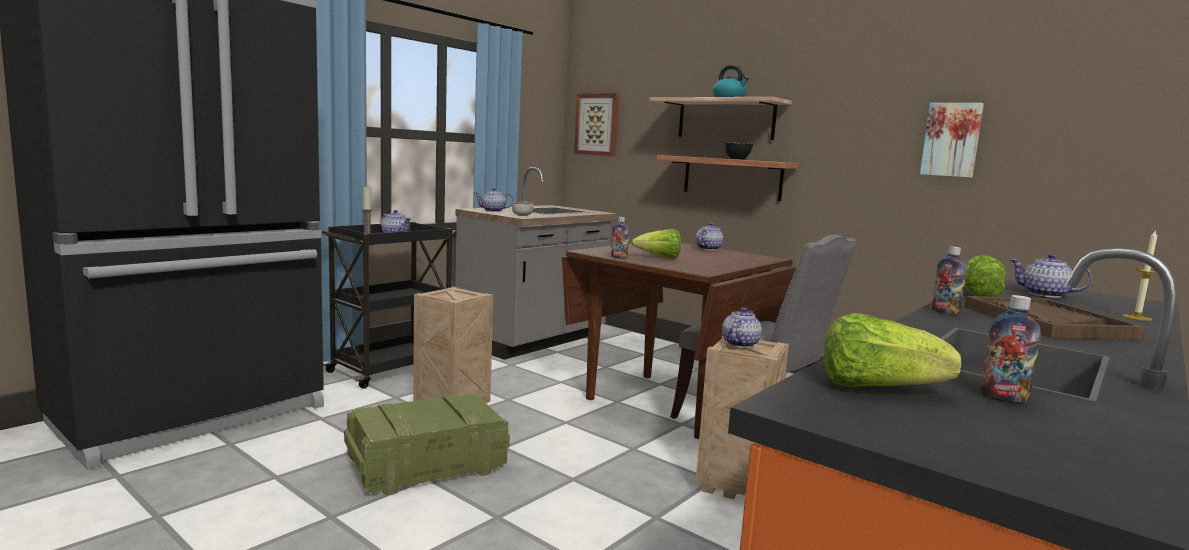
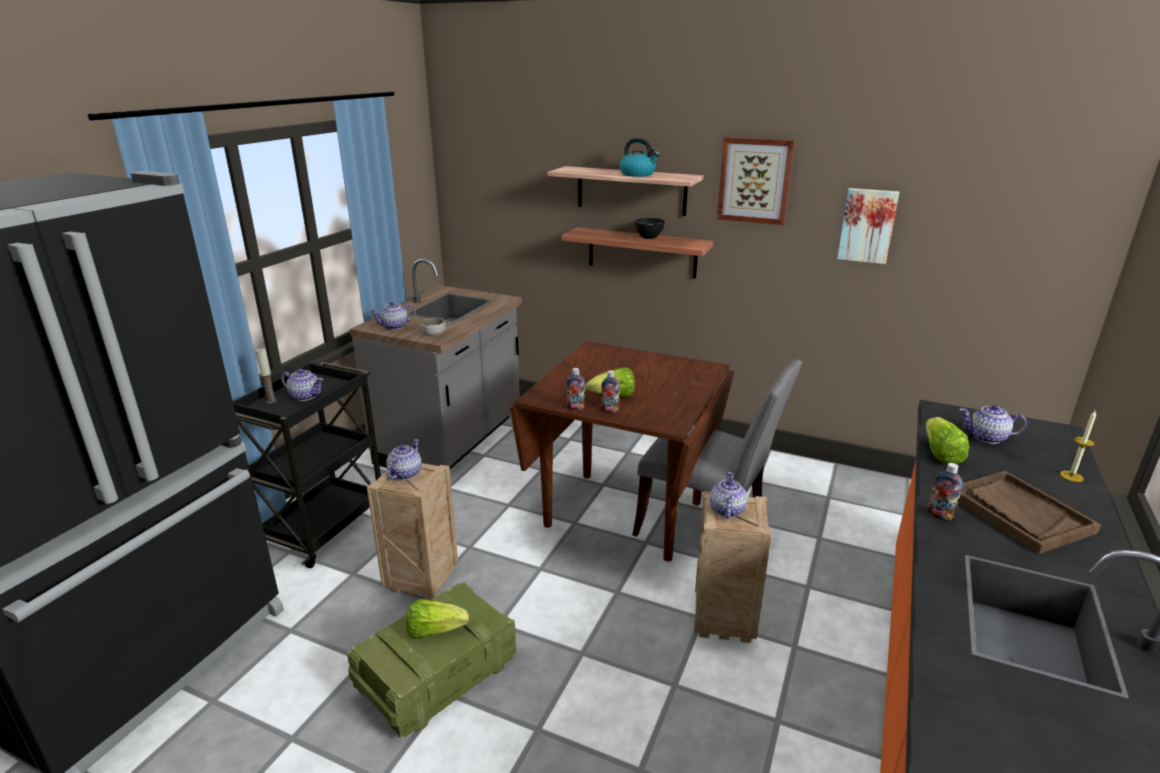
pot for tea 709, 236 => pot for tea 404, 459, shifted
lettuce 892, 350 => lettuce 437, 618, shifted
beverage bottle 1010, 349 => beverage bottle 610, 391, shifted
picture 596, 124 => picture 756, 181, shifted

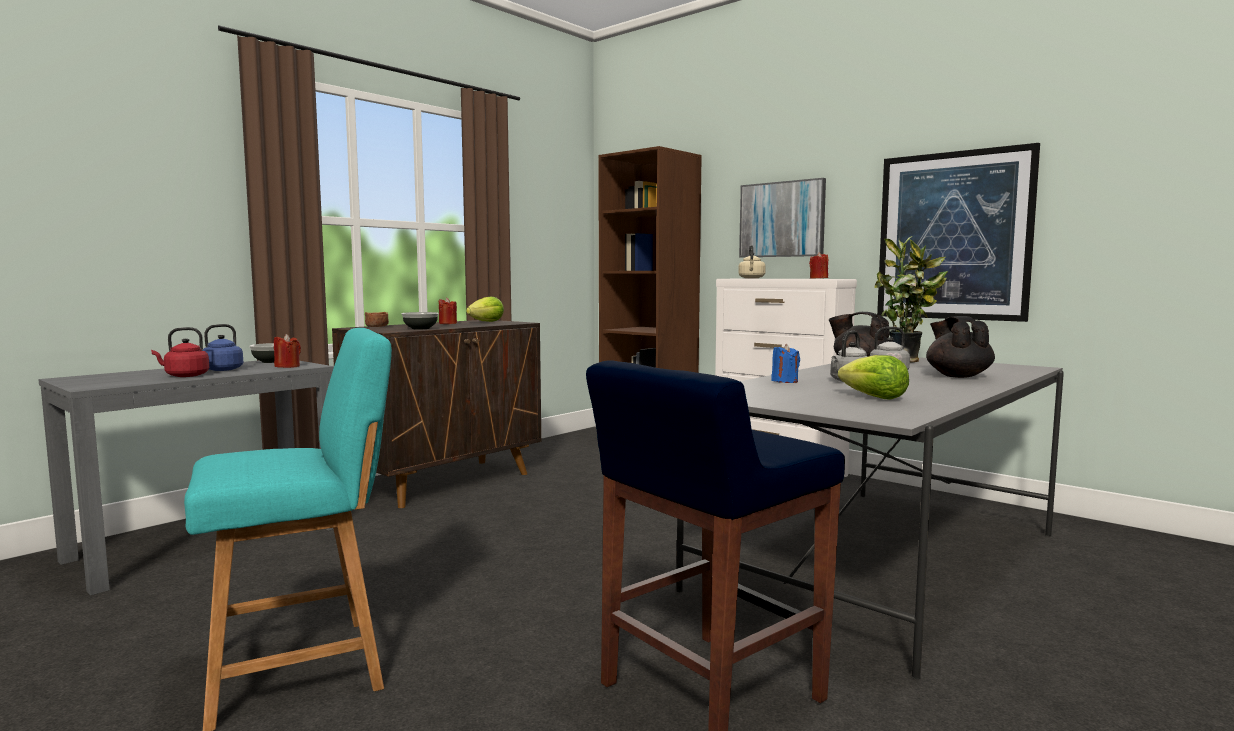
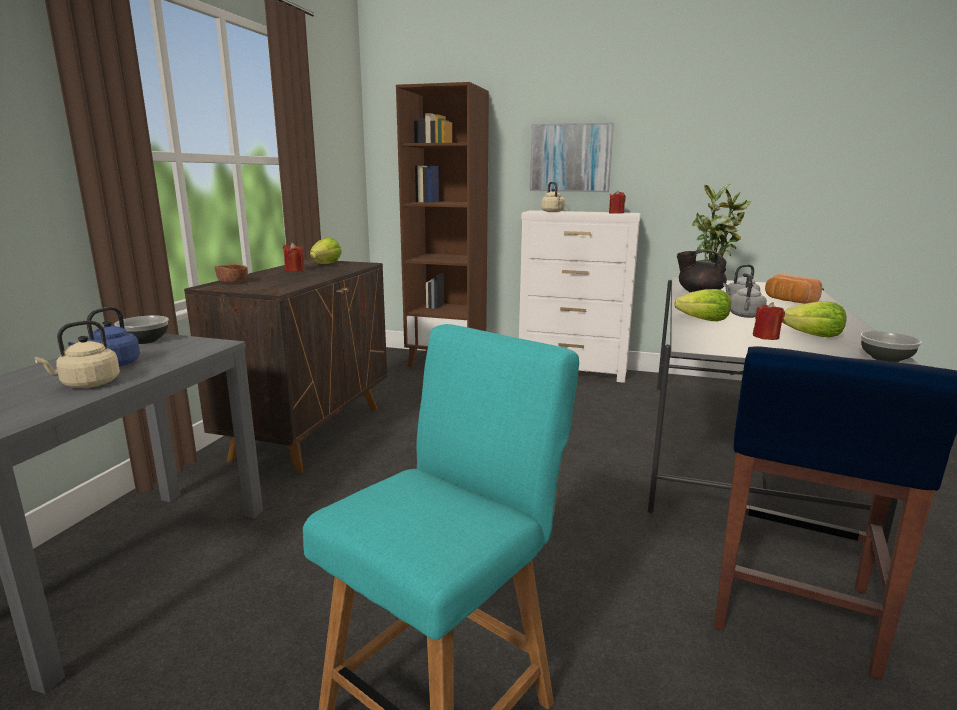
red water kettle 180, 352 => beige-coloured water kettle 77, 354
bluish wax light 785, 363 => lettuce 702, 305
red wax light 287, 351 => red wax light 769, 321, shifted
blackish pot for tea 960, 347 => bakery bread 793, 289
deep dish 420, 320 => deep dish 891, 346, shifted
picture 958, 232 => nothing

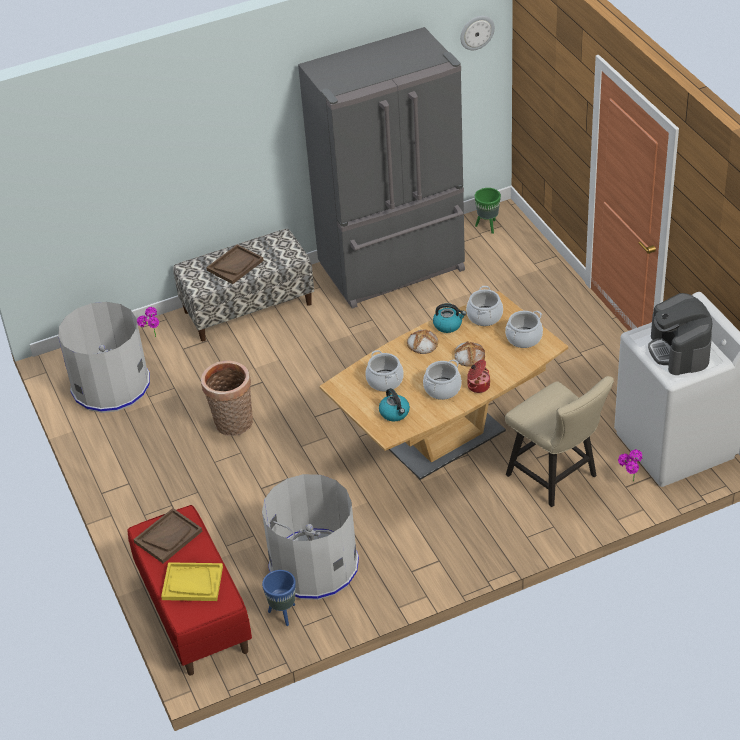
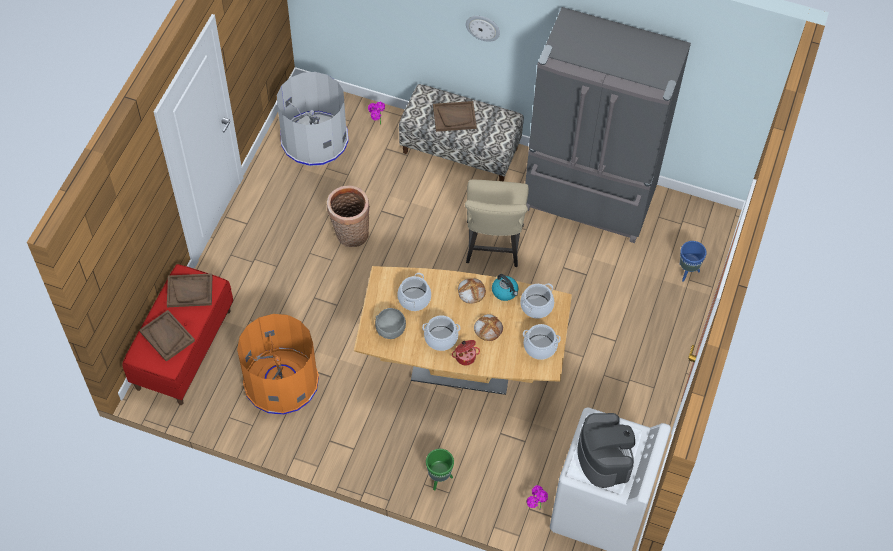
yellowish carrying tray 192, 581 => brown-coloured carrying tray 167, 336
grey trash can 310, 537 => orange-coloured trash can 278, 364
water kettle 394, 404 => grey deep dish 390, 323
green-coloured planter 488, 211 => green-coloured planter 440, 469, shifted
beige-coloured plain chair 559, 441 => beige-coloured plain chair 497, 223, shifted
wall clock 477, 33 => wall clock 483, 29, shifted
coffee maker 680, 334 => coffee maker 606, 450, 135 degrees clockwise
bluish planter 279, 598 => bluish planter 693, 261, shifted

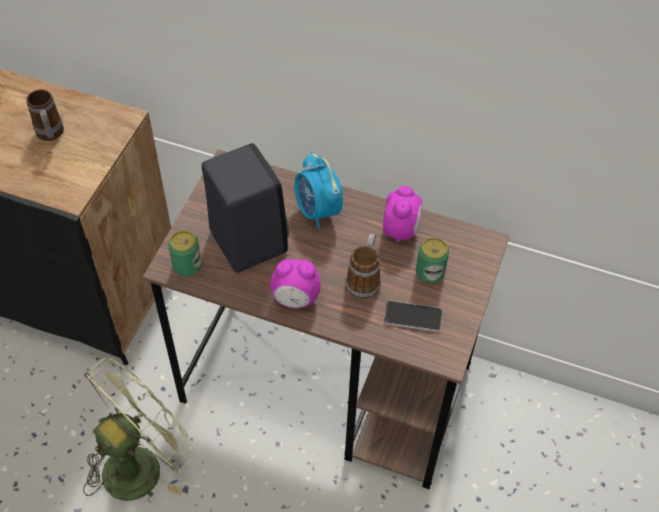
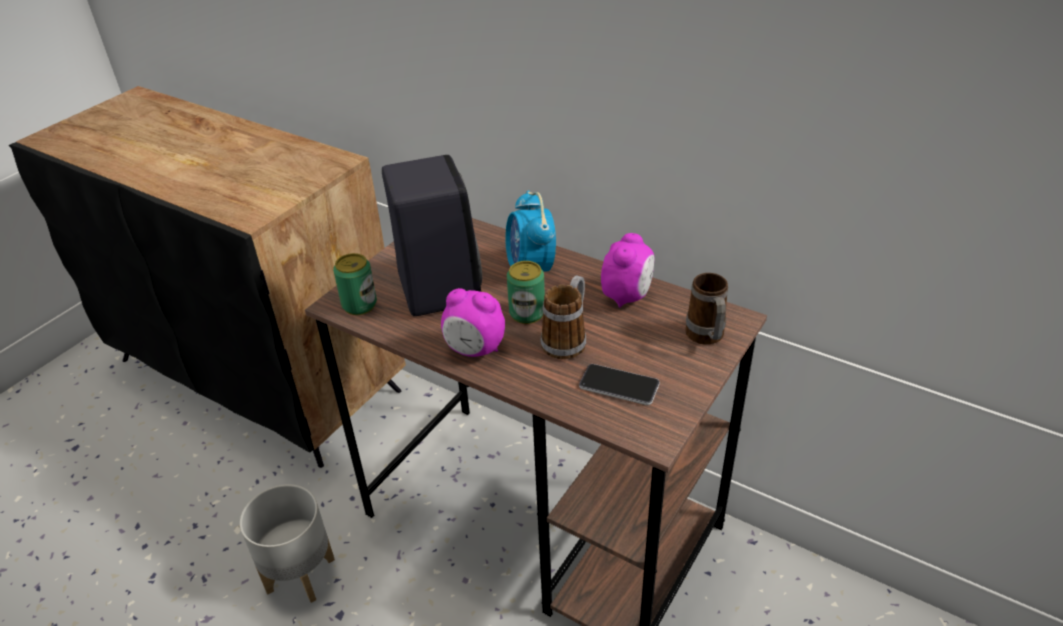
green-coloured fan 140, 429 => grey planter 287, 543
sealed can 432, 260 => sealed can 526, 292, shifted
coffee mug 45, 115 => coffee mug 706, 309, shifted

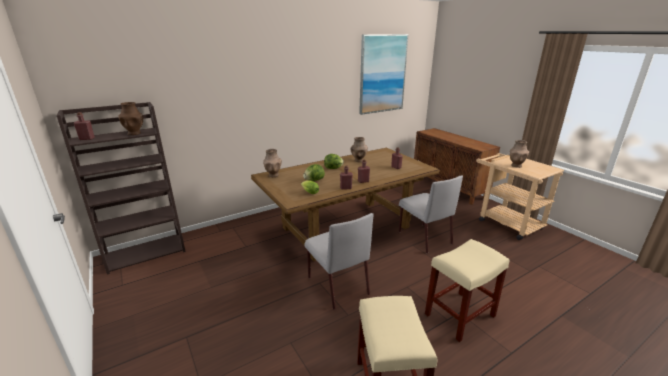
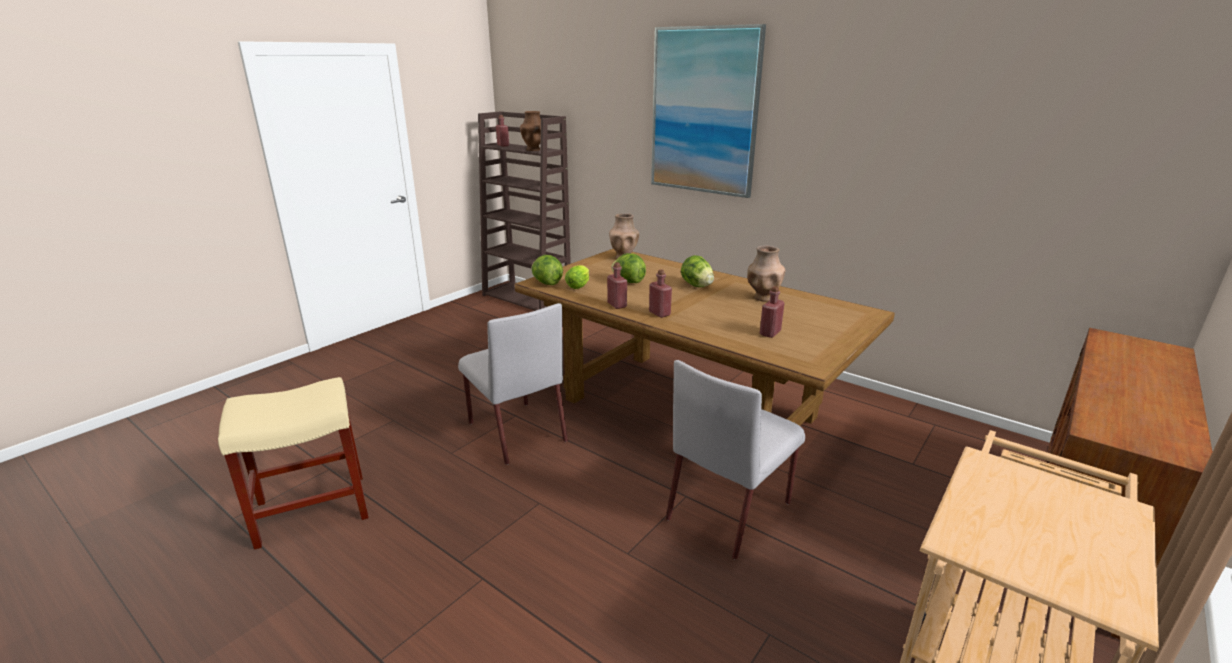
grey plain chair 338, 261 => grey plain chair 513, 384, 75 degrees counterclockwise
nothing => lettuce 547, 270
picture 384, 74 => picture 708, 111, shifted
beige-coloured stool seat 467, 290 => nothing
brown-coloured vase 519, 154 => nothing

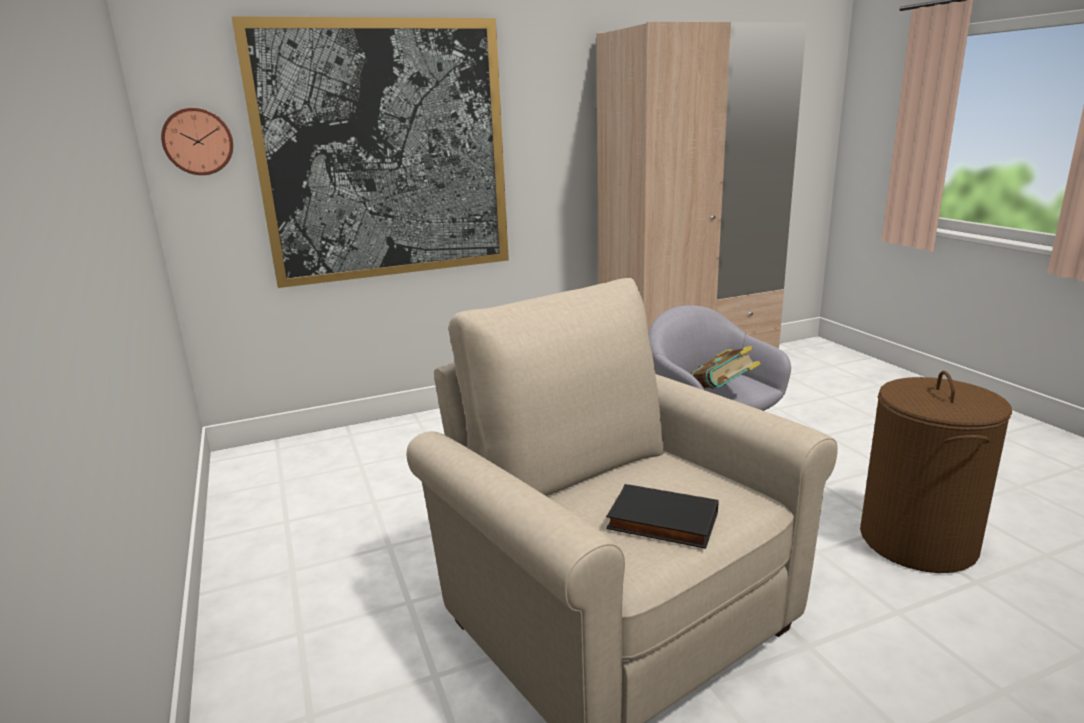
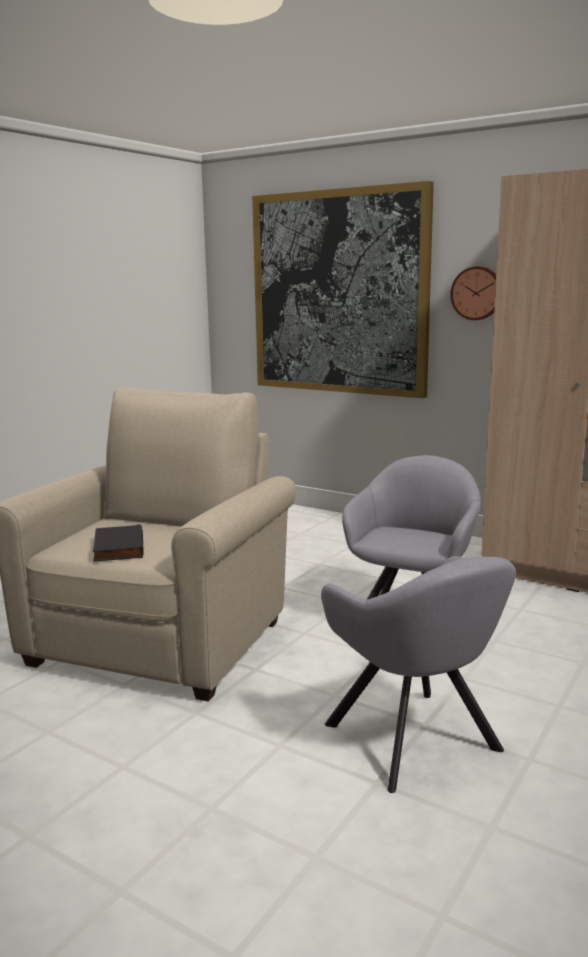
brown-coloured laundry basket 936, 472 => grey armchair 418, 674
wall clock 197, 141 => wall clock 473, 293, shifted
volume 725, 367 => nothing

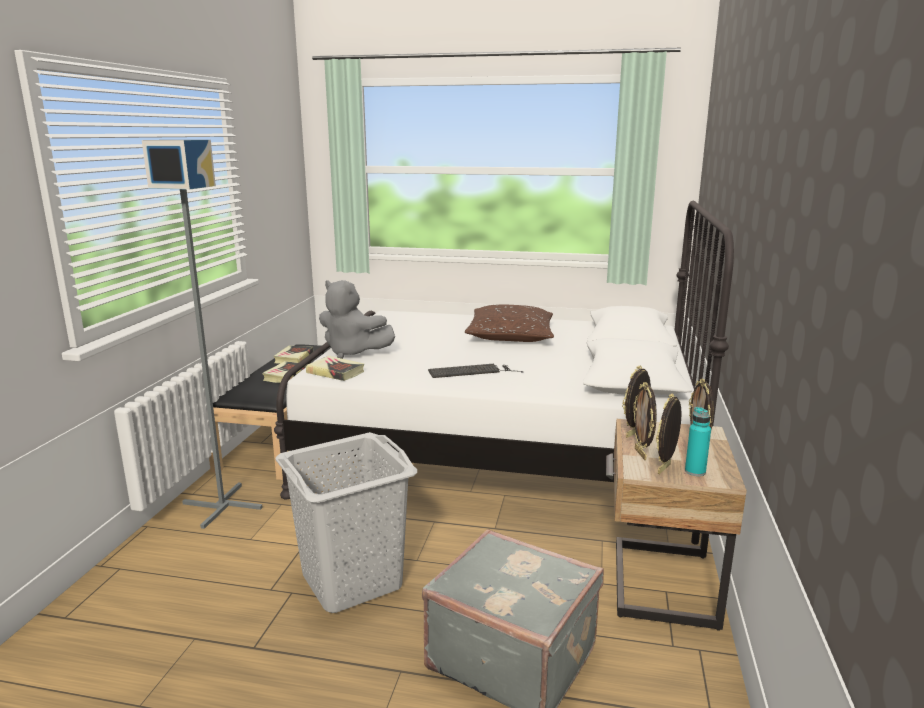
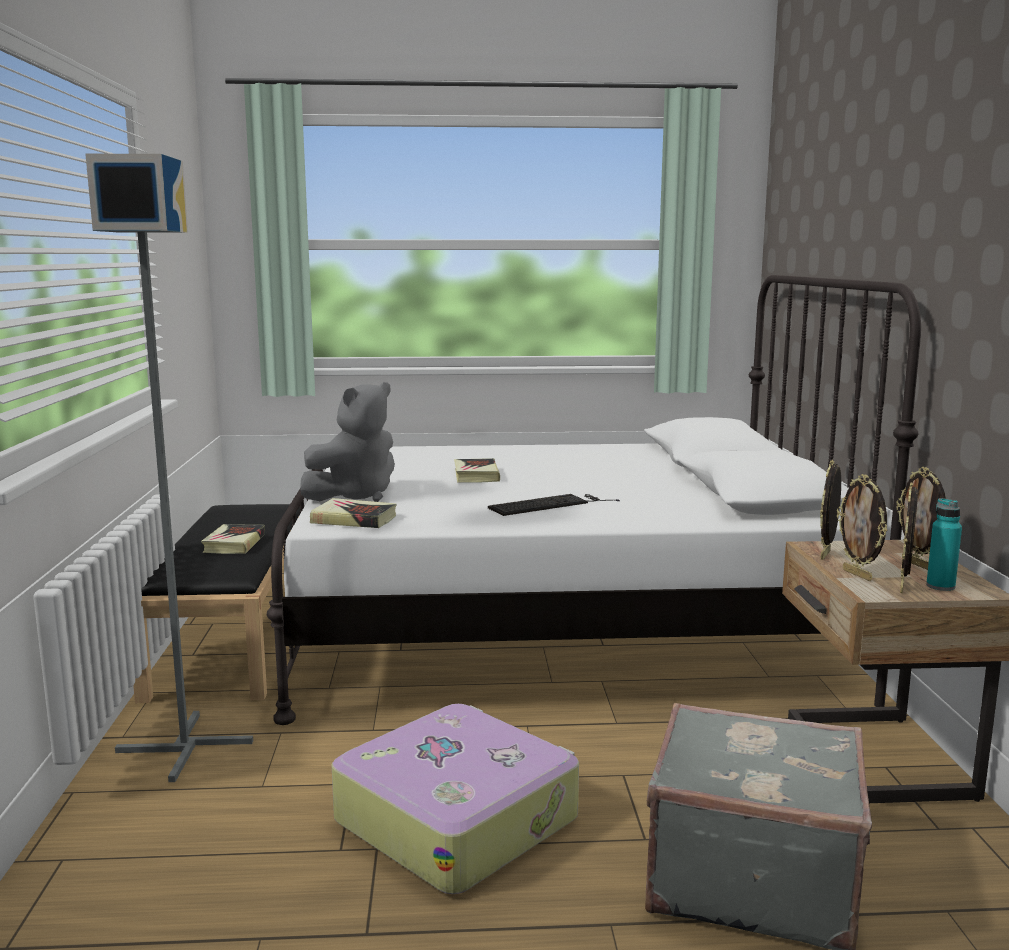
grey cuddly toy 357, 319 => grey cuddly toy 347, 442, 60 degrees counterclockwise
grey laundry basket 346, 522 => piece of luggage 455, 799
volume 293, 355 => volume 477, 470, shifted
brown-coloured throw pillow 509, 323 => nothing

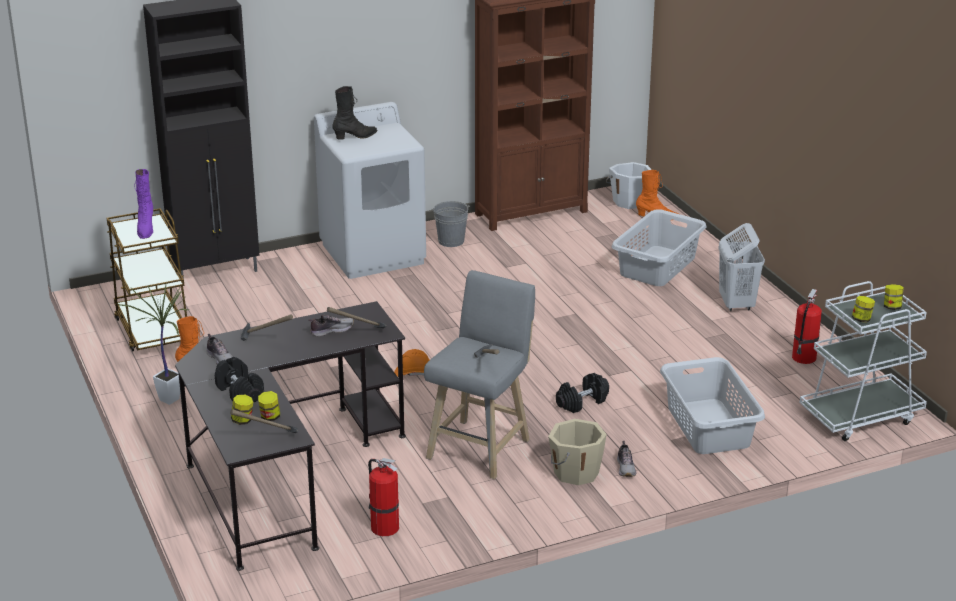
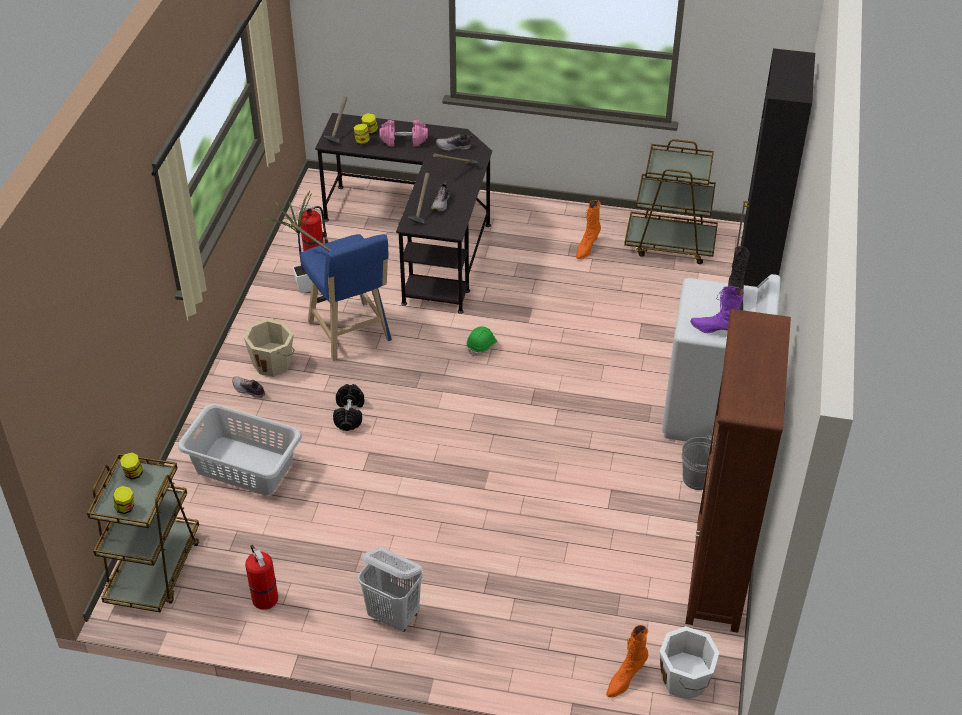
white wheeled cart 863, 361 => brown-coloured wheeled cart 143, 532
potted plant 153, 345 => potted plant 289, 241, shifted
grey stool seat 479, 374 => bluish stool seat 346, 297
blackish free weight 239, 379 => pink-coloured free weight 403, 133
orange-coloured safety helmet 411, 363 => green-coloured safety helmet 482, 341
purple boot 143, 204 => purple boot 717, 309, shifted
grey laundry basket 659, 247 => nothing

